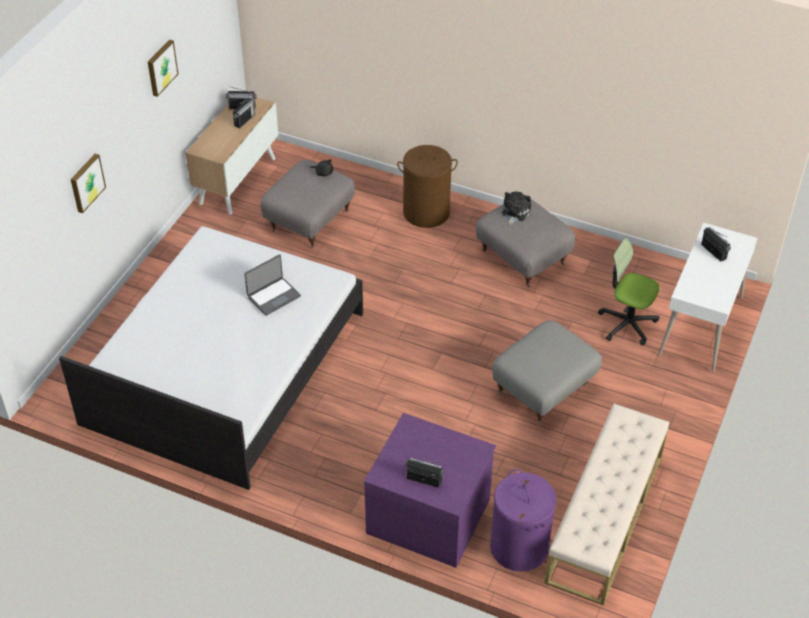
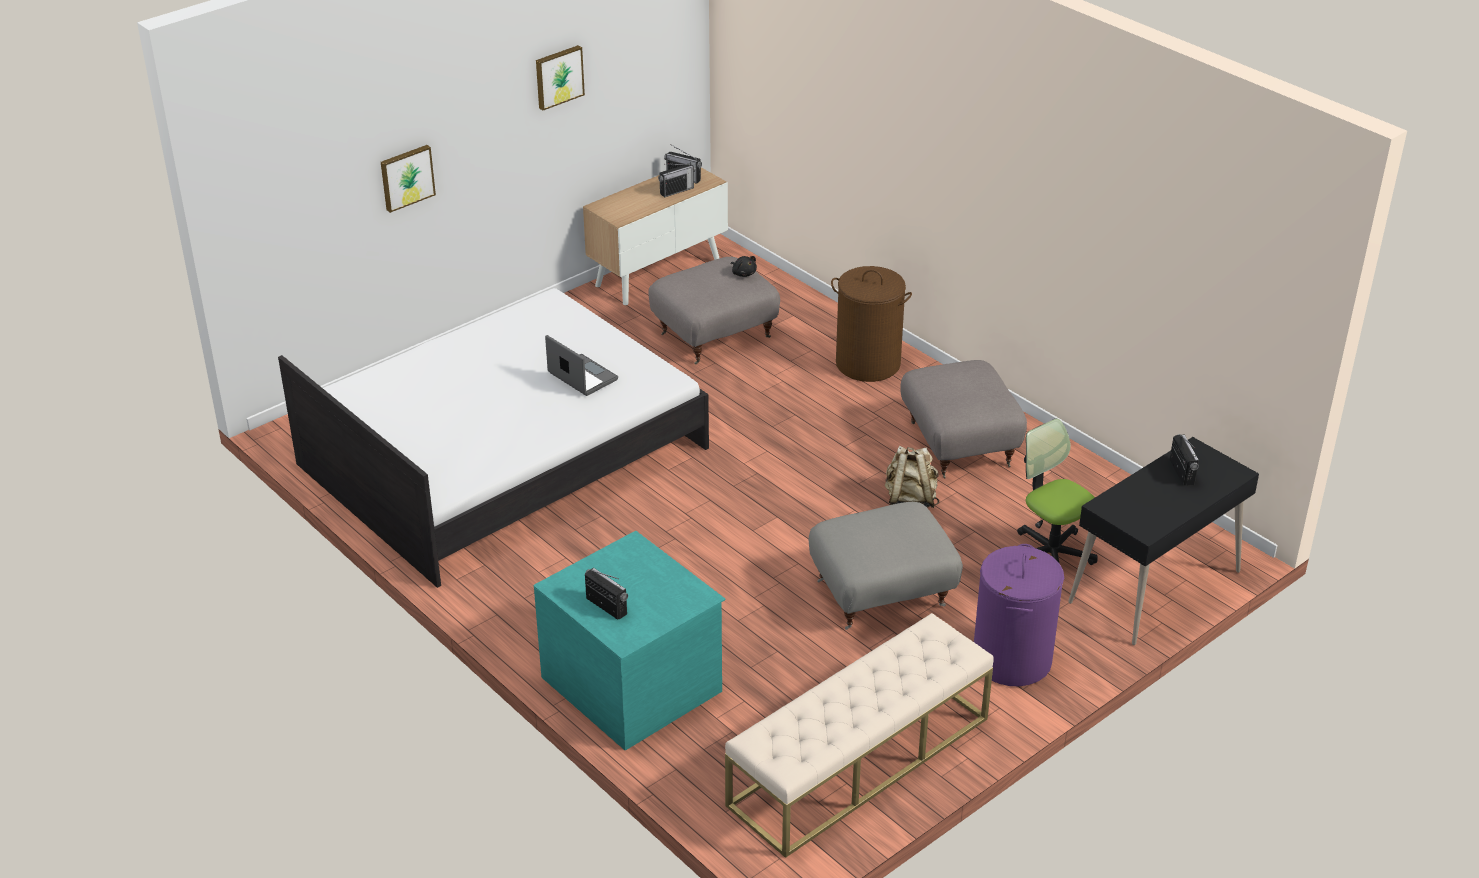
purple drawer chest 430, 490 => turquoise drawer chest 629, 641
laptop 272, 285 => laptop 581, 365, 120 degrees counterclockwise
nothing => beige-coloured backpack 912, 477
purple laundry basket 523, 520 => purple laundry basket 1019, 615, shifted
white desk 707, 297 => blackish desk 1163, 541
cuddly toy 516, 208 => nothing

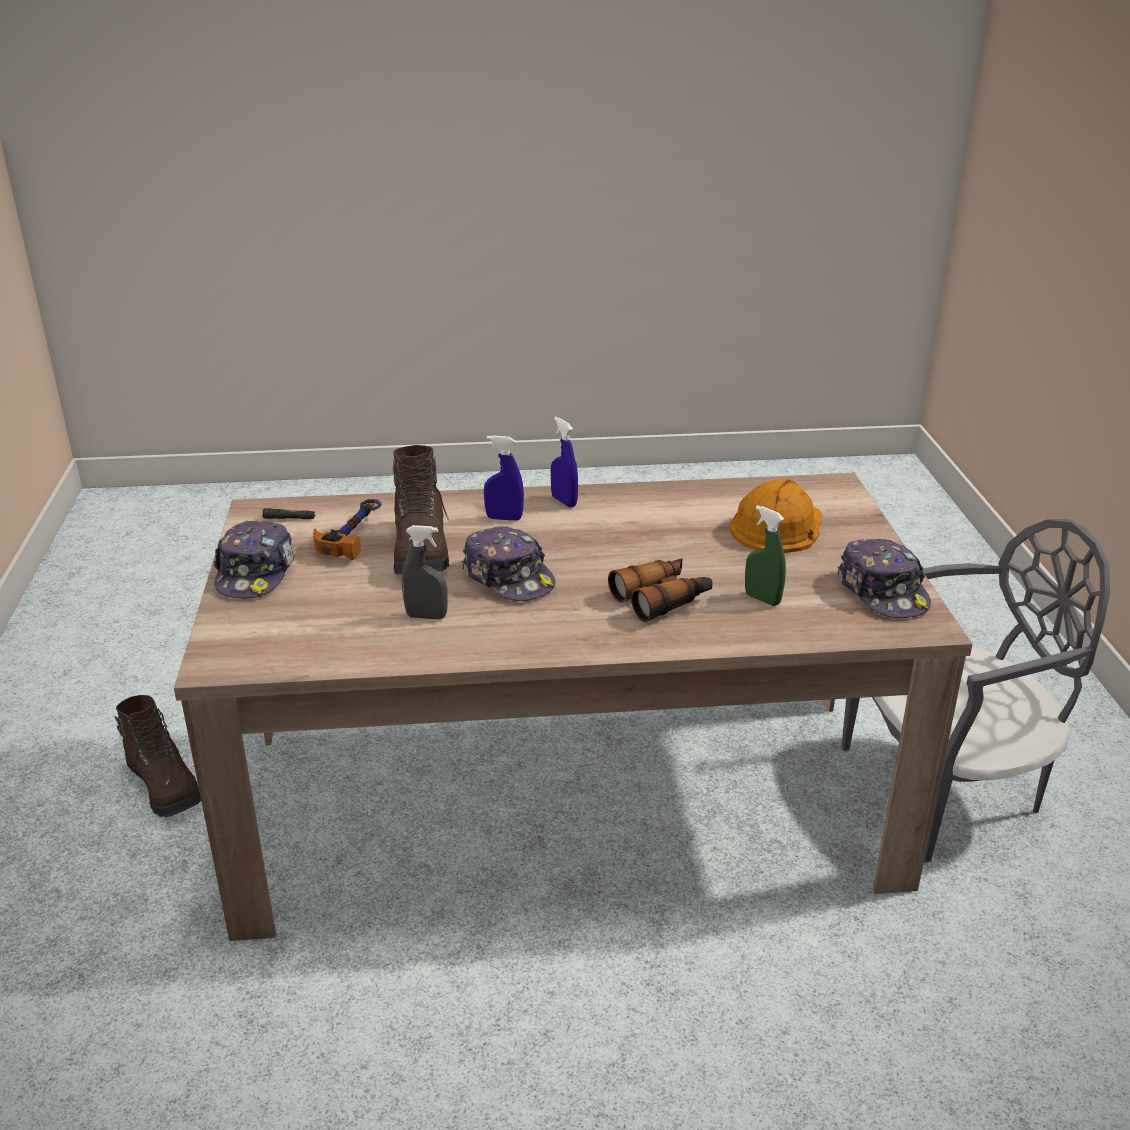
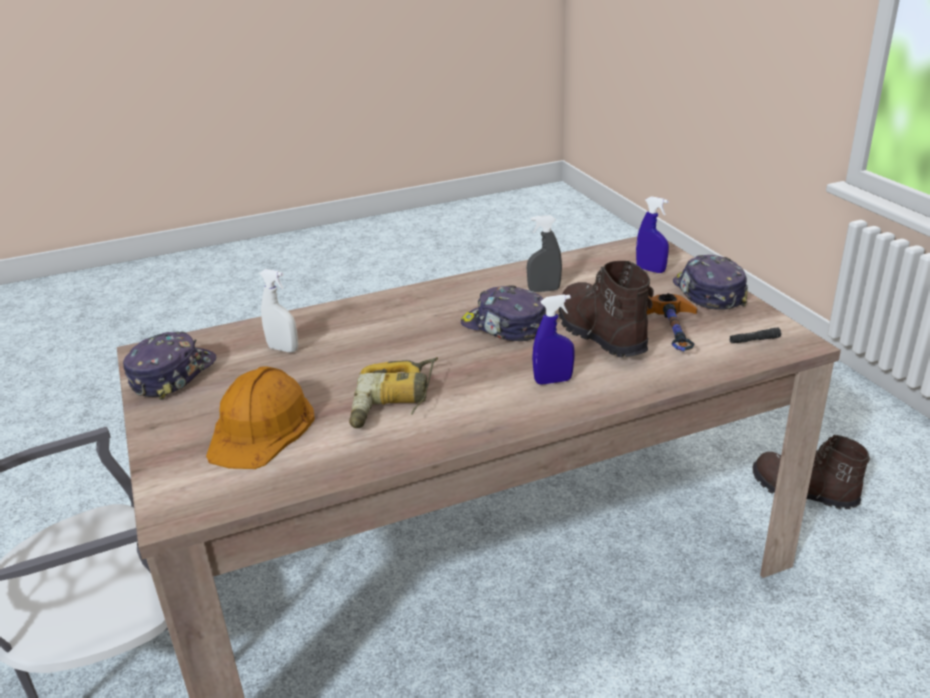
baseball cap 884, 578 => baseball cap 169, 366, 60 degrees clockwise
green-coloured spray bottle 765, 555 => white spray bottle 278, 310
nothing => electric drill 393, 392
bluish spray bottle 564, 462 => bluish spray bottle 652, 234, shifted
field glasses 660, 590 => nothing

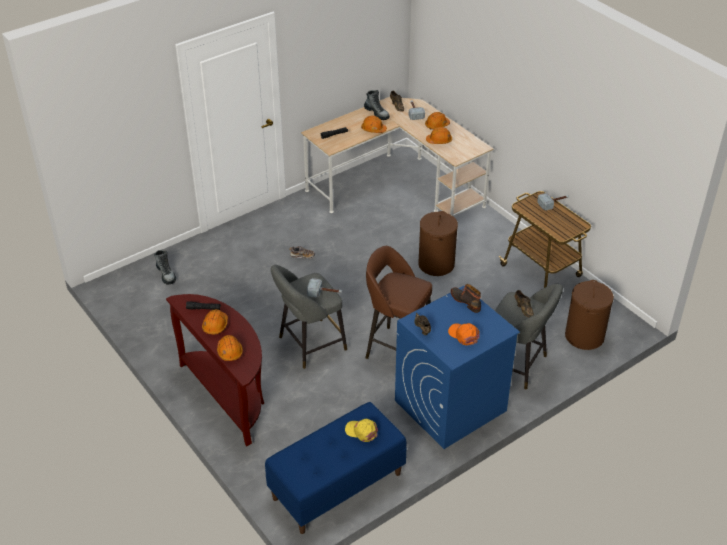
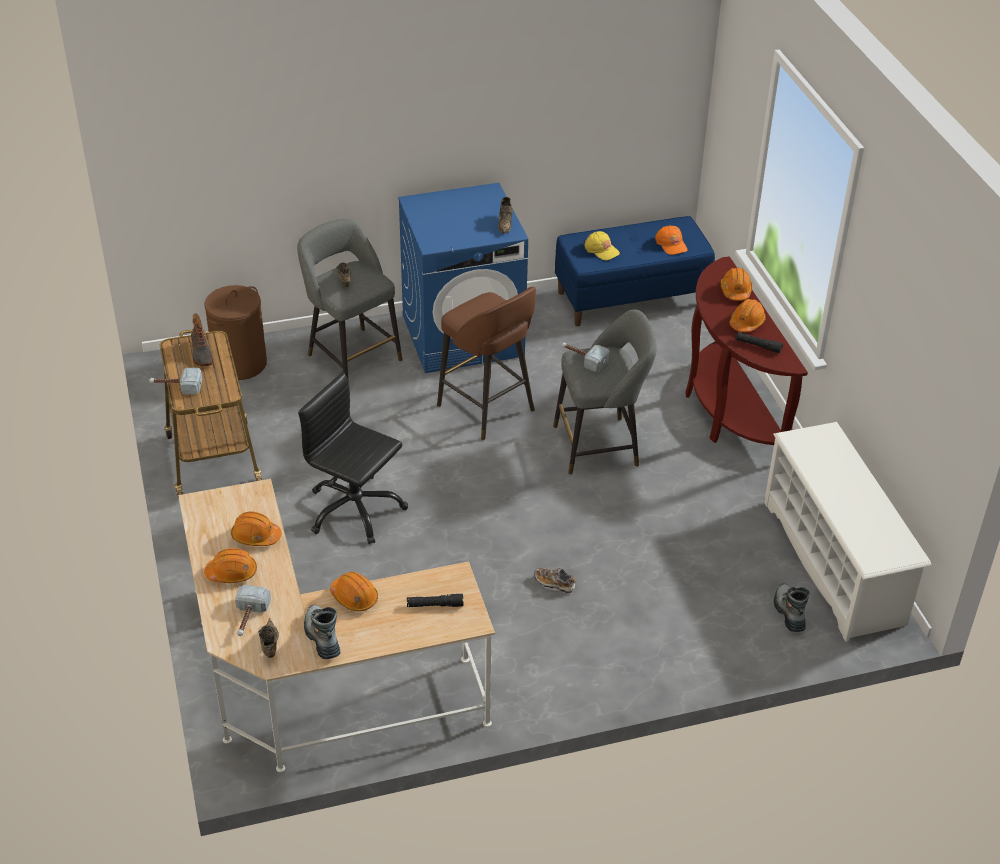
boot 466, 298 => boot 202, 339, shifted
brown-coloured laundry basket 438, 243 => blackish computer chair 353, 458
orange-coloured baseball cap 464, 334 => orange-coloured baseball cap 671, 240, shifted
nothing => white shoe shelf 848, 532

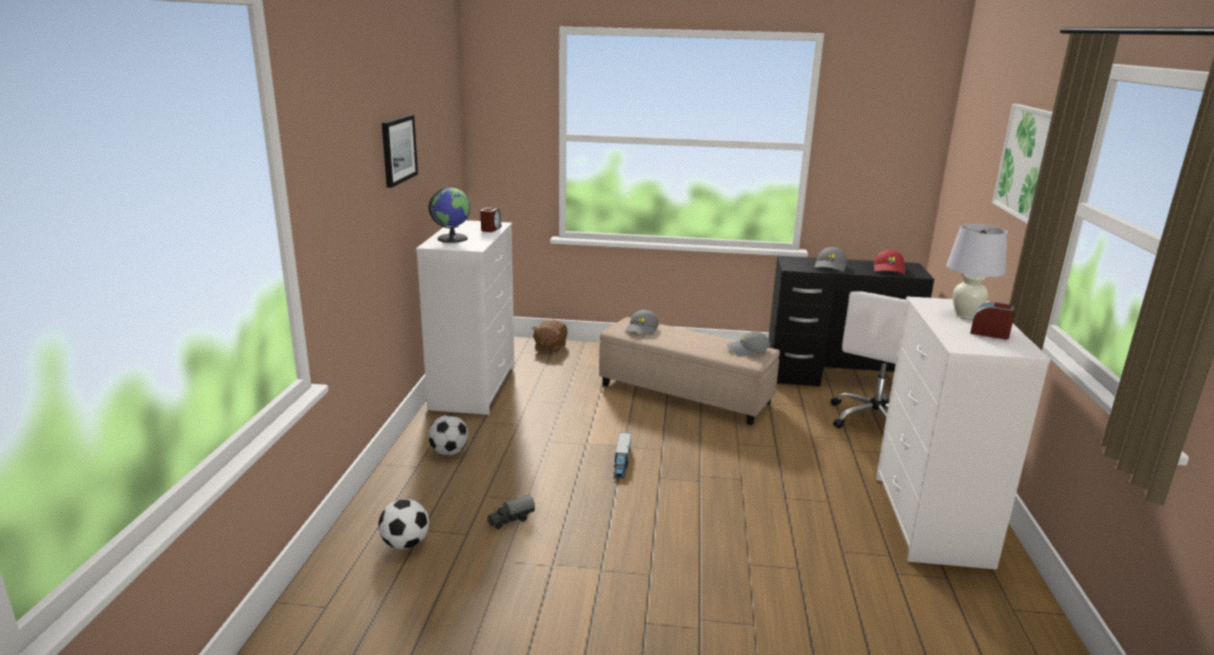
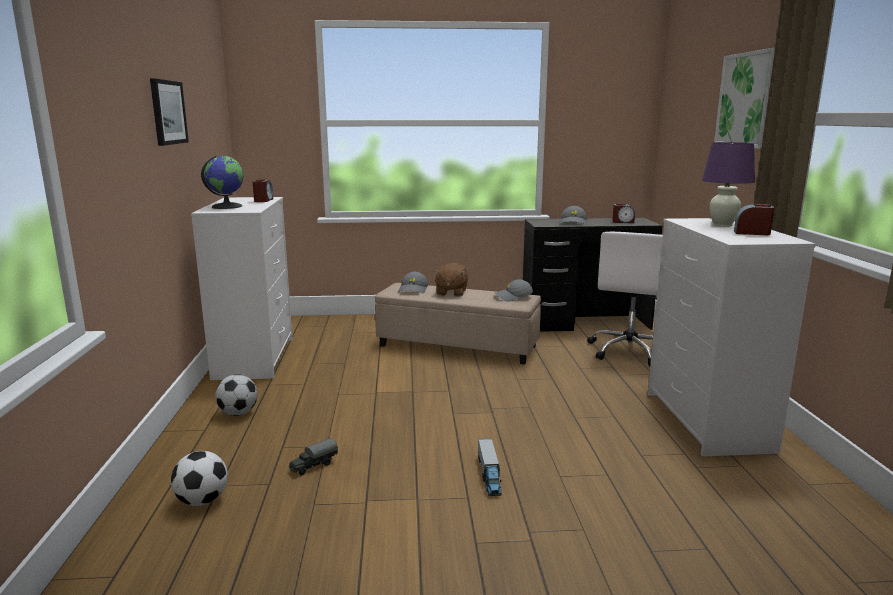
brown-coloured cuddly toy 549, 336 => brown-coloured cuddly toy 450, 279, shifted
model truck 622, 455 => model truck 490, 467, shifted
red baseball cap 889, 262 => table clock 623, 213
white lamp for a table 977, 271 => purple lamp for a table 728, 184

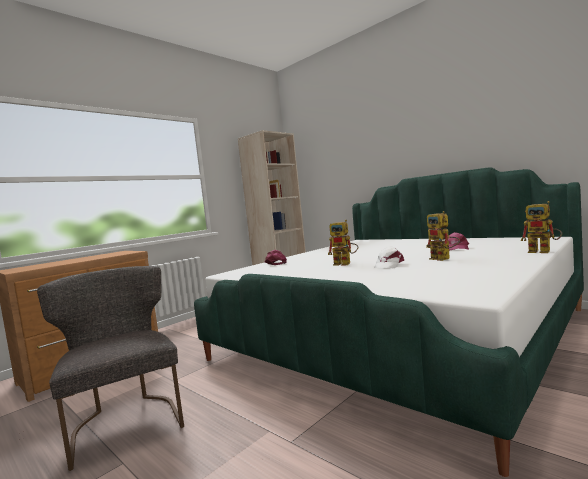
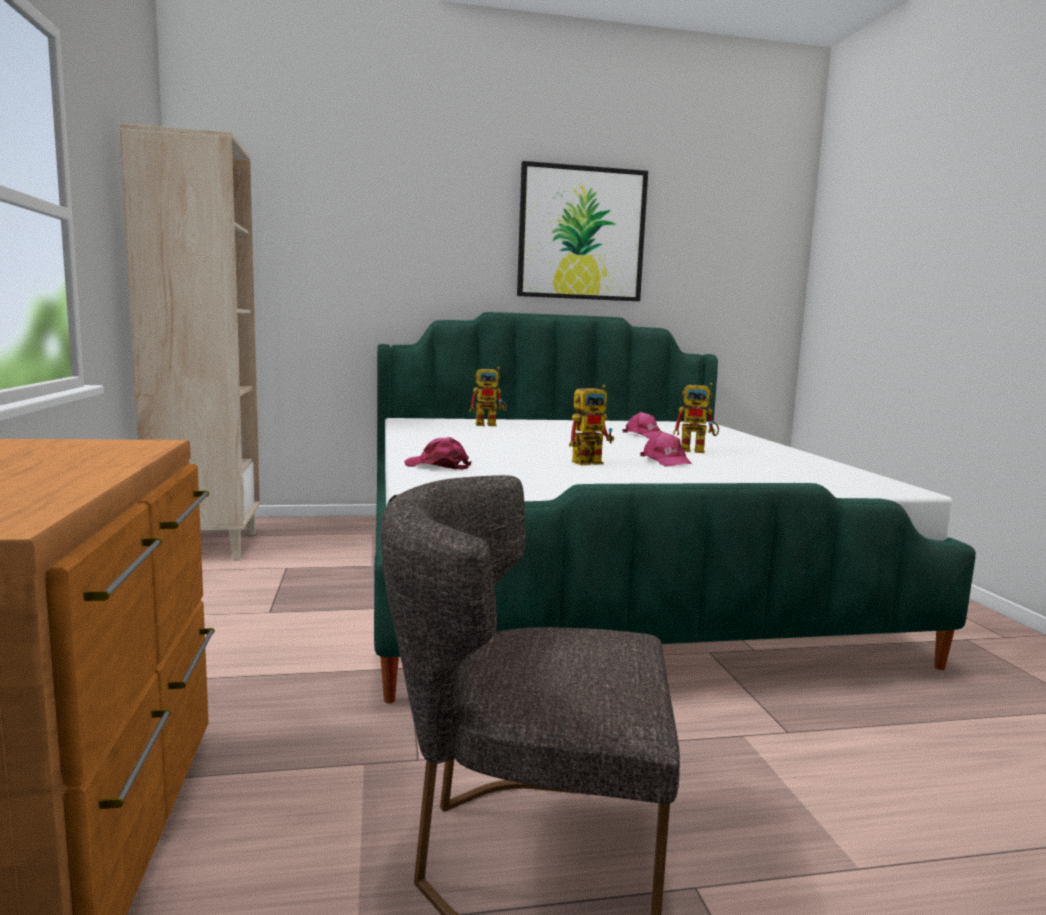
model robot 541, 227 => model robot 487, 396, shifted
nothing => picture 582, 231
white baseball cap 389, 257 => pink-coloured baseball cap 666, 449

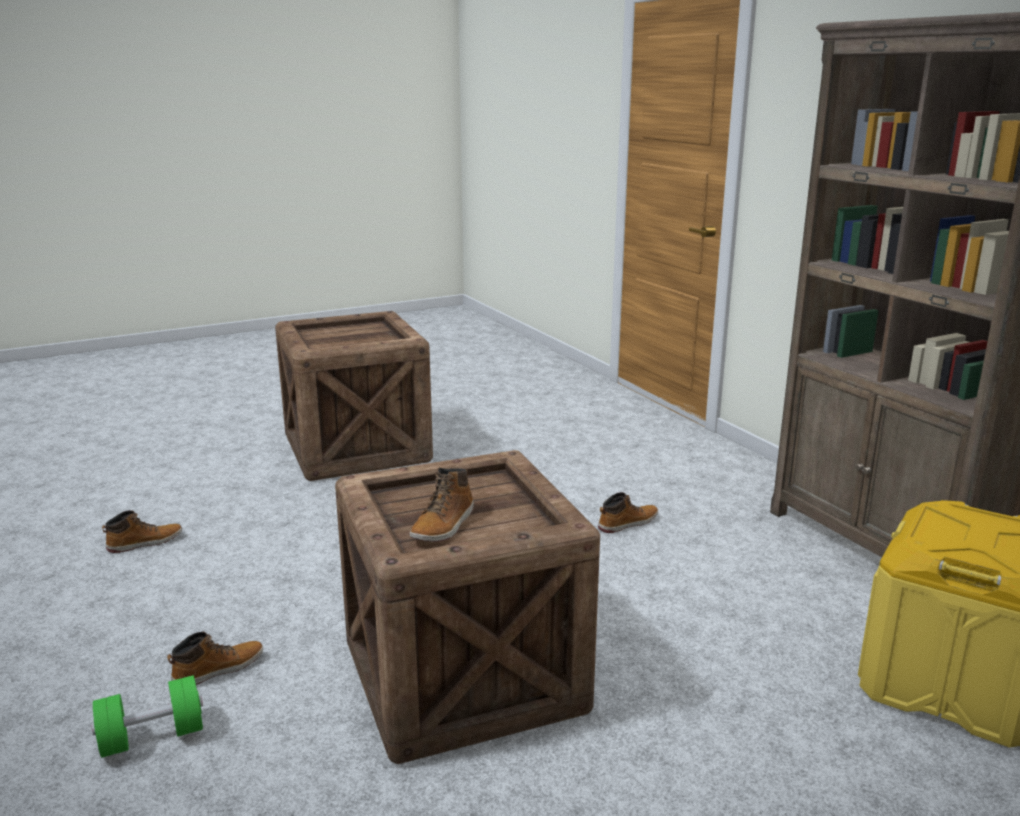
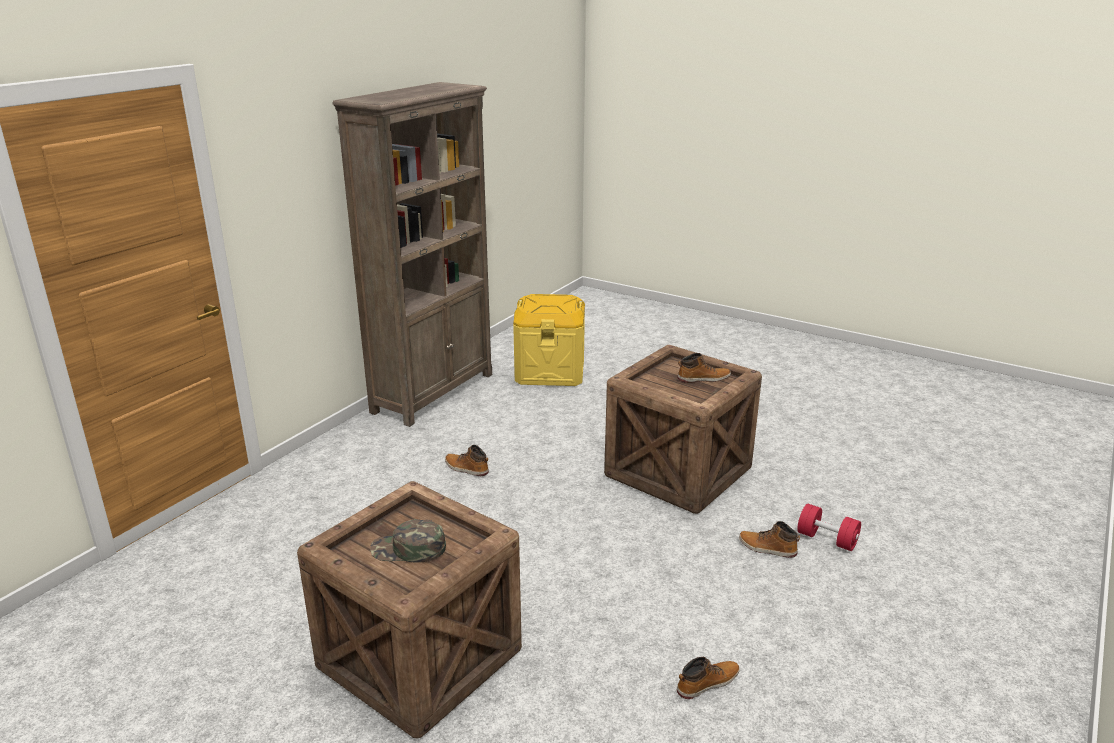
nothing => green-coloured baseball cap 408, 541
boot 142, 531 => boot 708, 677, 120 degrees clockwise
green-coloured free weight 147, 716 => red free weight 829, 527

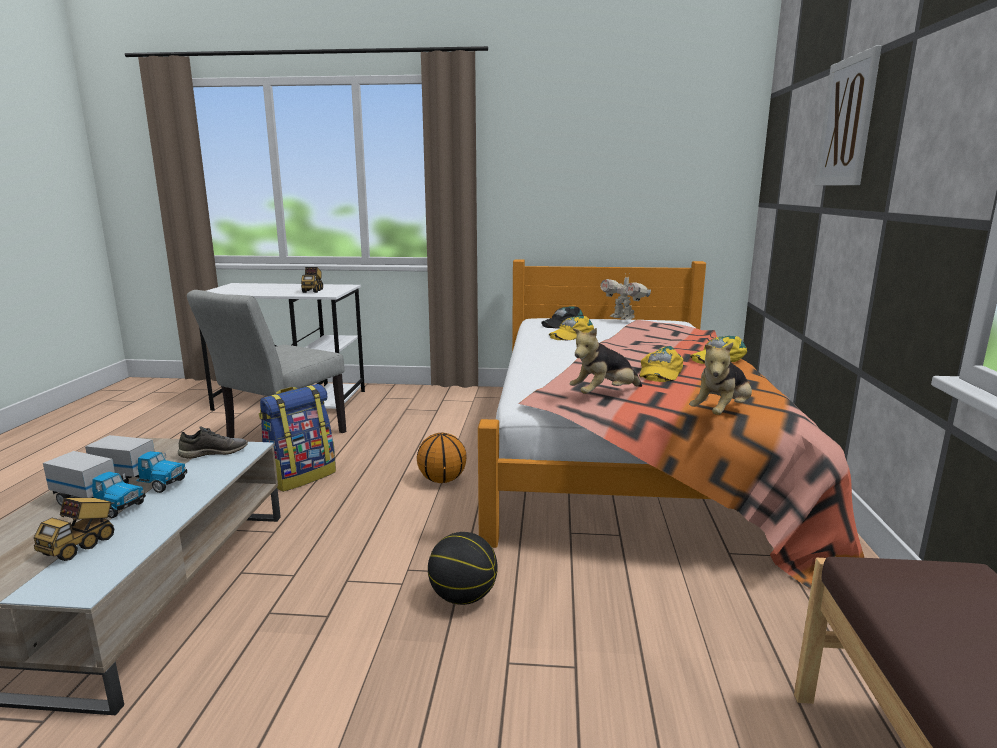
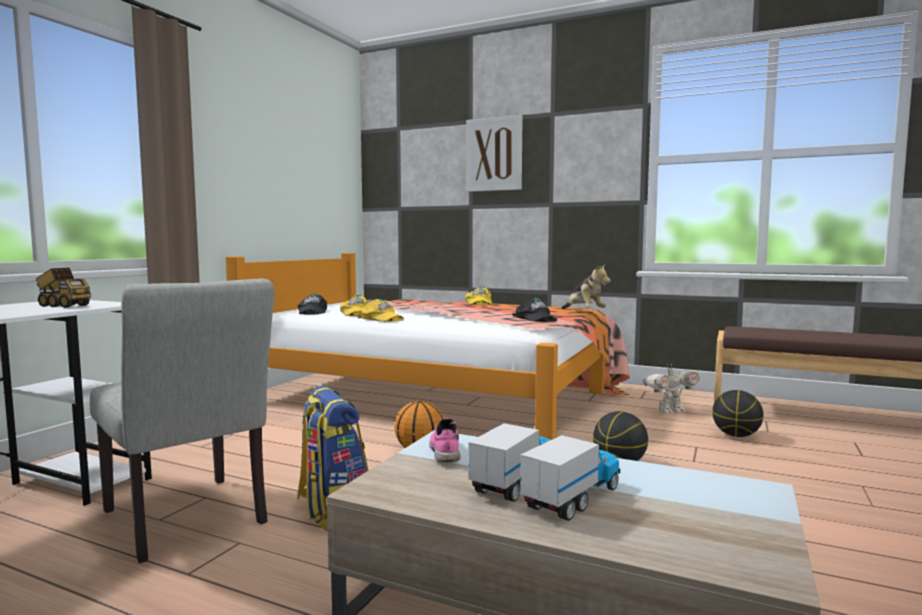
yellowish baseball cap 661, 364 => yellowish baseball cap 380, 310, shifted
grey low shoe 213, 442 => pink-coloured low shoe 444, 440
cuddly toy 605, 361 => blackish baseball cap 534, 310
model robot 625, 297 => model robot 671, 388, shifted
nothing => ball for basketball 738, 413
model truck 74, 529 => nothing

